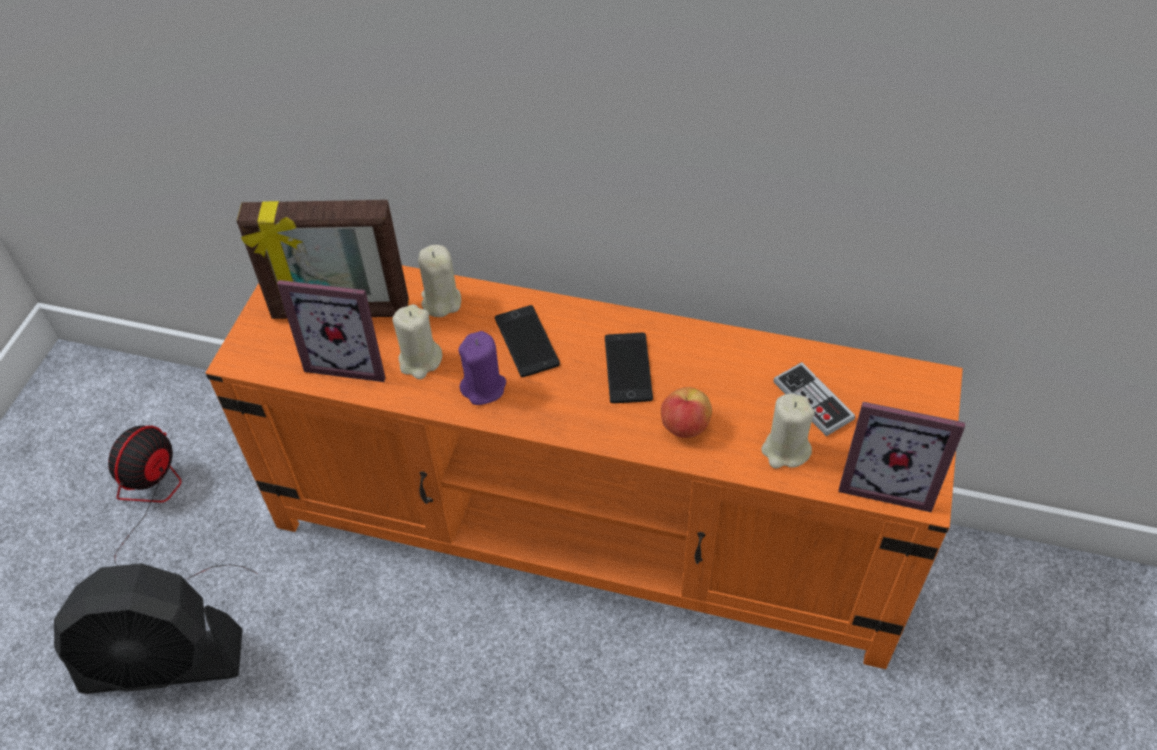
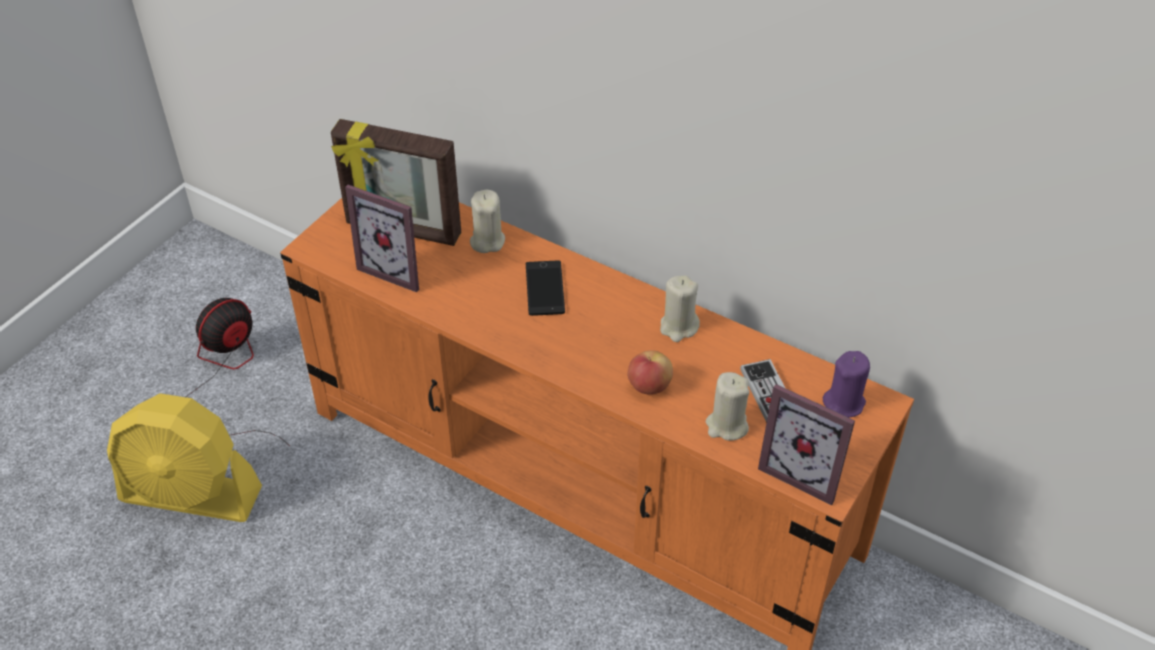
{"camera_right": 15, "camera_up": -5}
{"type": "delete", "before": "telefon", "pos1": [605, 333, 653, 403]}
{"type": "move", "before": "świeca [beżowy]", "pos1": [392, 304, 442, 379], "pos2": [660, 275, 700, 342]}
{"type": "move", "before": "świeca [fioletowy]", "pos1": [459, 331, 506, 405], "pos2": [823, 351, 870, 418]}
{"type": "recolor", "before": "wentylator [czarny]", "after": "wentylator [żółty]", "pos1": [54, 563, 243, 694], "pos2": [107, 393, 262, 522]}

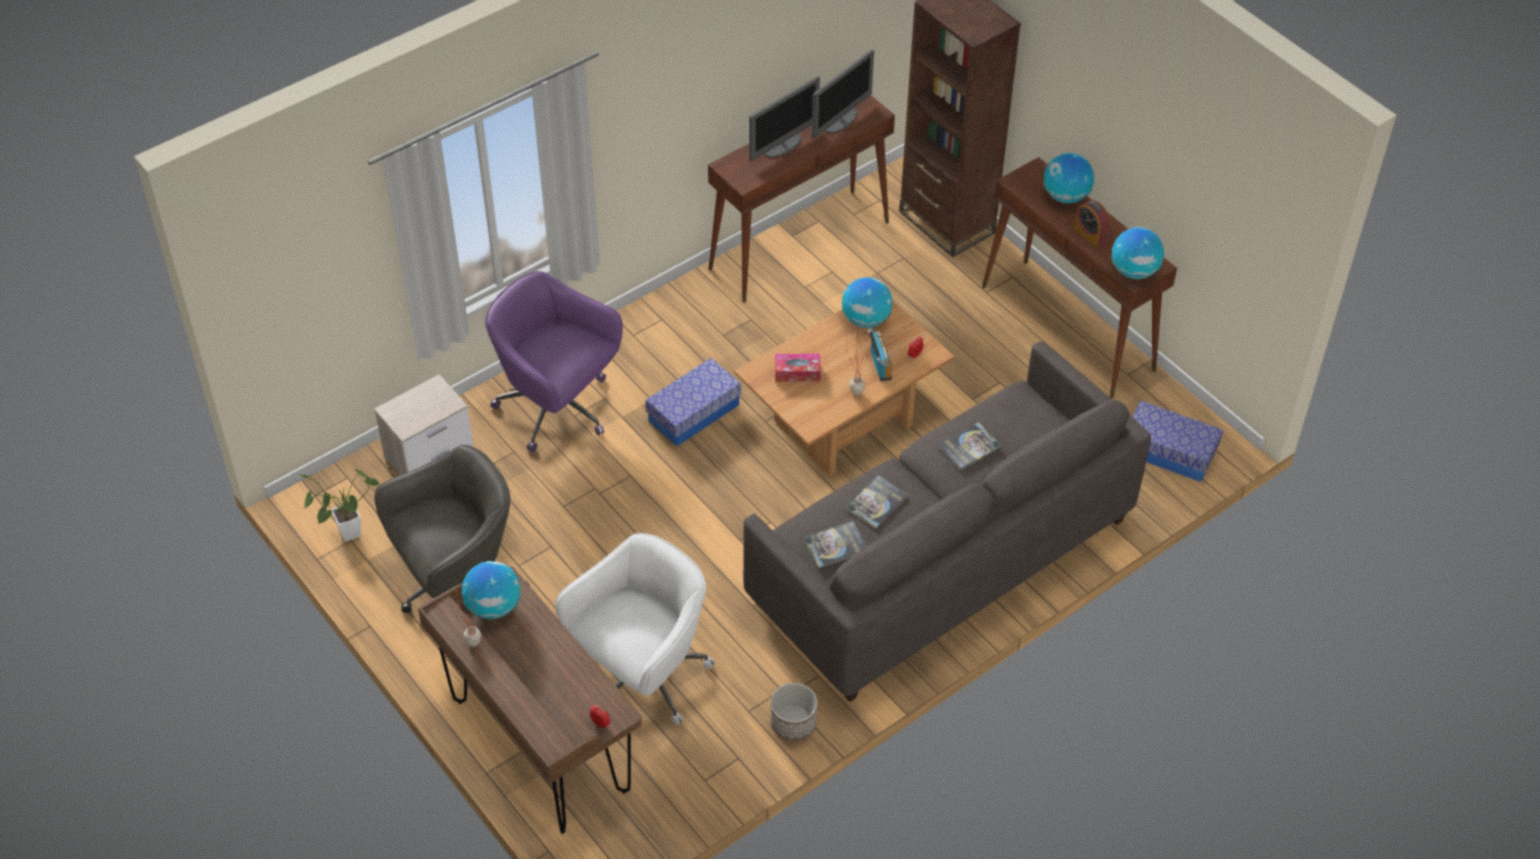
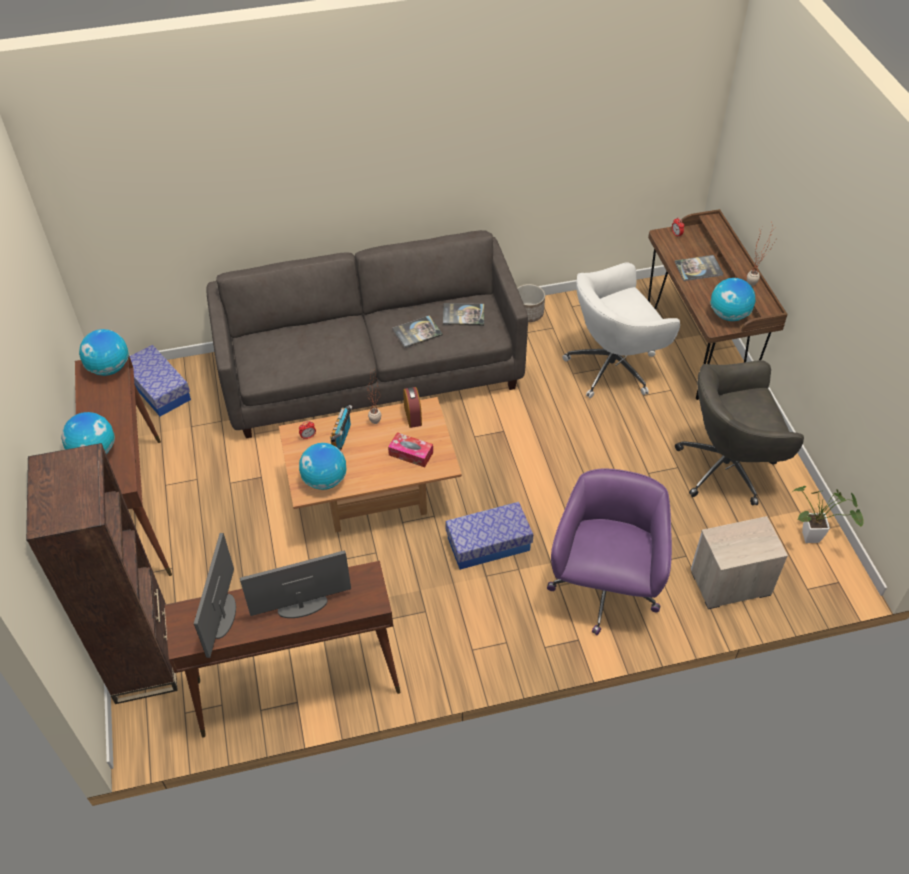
{"camera_right": -155, "camera_up": 0}
{"type": "move", "before": "książka", "pos1": [937, 422, 1003, 470], "pos2": [674, 255, 724, 281]}
{"type": "move", "before": "budzik", "pos1": [1074, 200, 1110, 247], "pos2": [403, 387, 422, 428]}
{"type": "rotate", "before": "krzesło biurowe [fioletowy]", "pos1": [485, 271, 623, 452], "pos2": [547, 468, 672, 635], "turn": -135}
{"type": "rotate", "before": "monitor", "pos1": [812, 49, 874, 138], "pos2": [194, 533, 236, 658], "turn": -60}

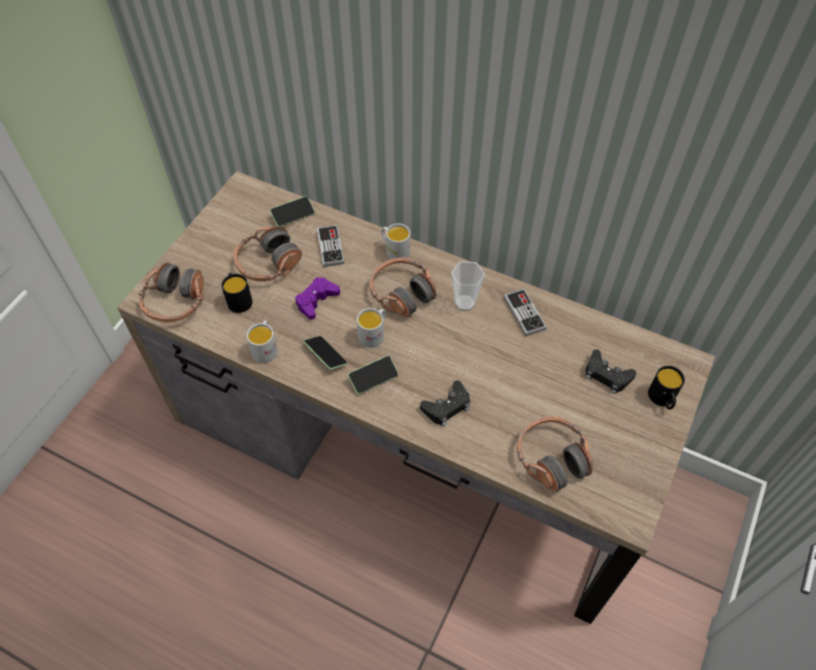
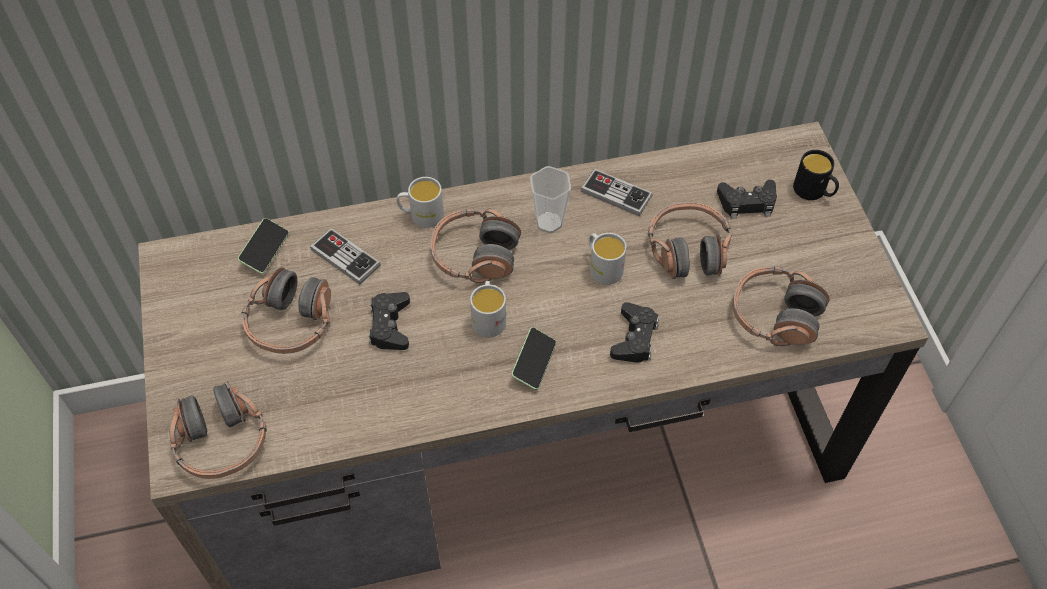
{"camera_right": -40, "camera_up": 0}
{"type": "delete", "before": "kubek [czarny]", "pos1": [222, 273, 252, 313]}
{"type": "delete", "before": "telefon", "pos1": [303, 336, 347, 369]}
{"type": "insert", "after": "słuchawki", "pos2": [648, 202, 732, 279]}
{"type": "move", "before": "kubek [biały]", "pos1": [247, 321, 278, 363], "pos2": [589, 233, 627, 285]}
{"type": "recolor", "before": "pad do gier [fioletowy]", "after": "pad do gier [czarny]", "pos1": [295, 277, 340, 320], "pos2": [369, 292, 410, 350]}

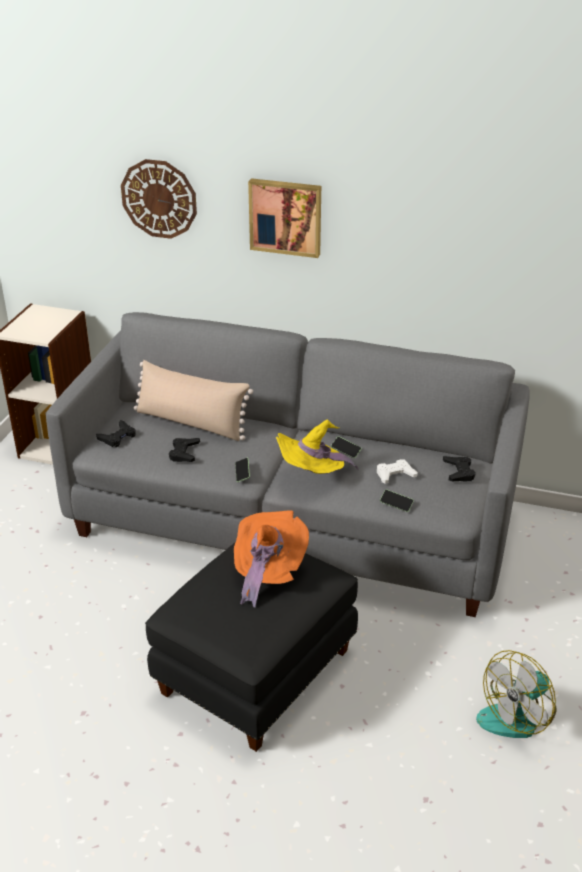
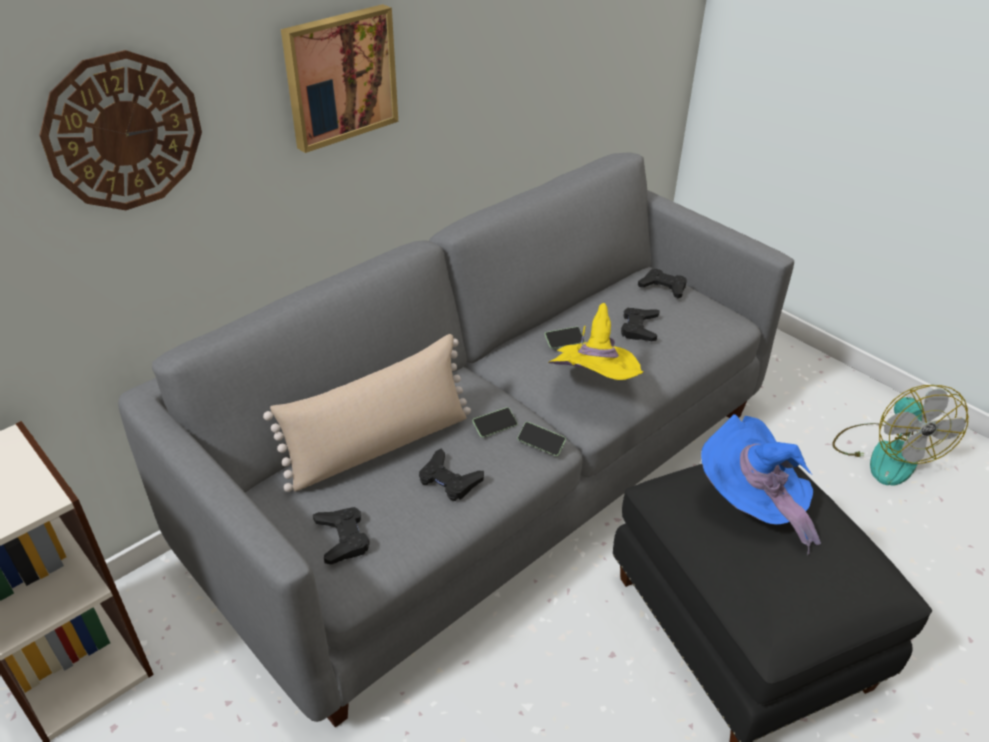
{"camera_right": -60, "camera_up": 5}
{"type": "move", "before": "telefon", "pos1": [380, 489, 414, 512], "pos2": [472, 407, 518, 437]}
{"type": "recolor", "before": "kapelusz [pomarańczowy]", "after": "kapelusz [niebieski]", "pos1": [234, 511, 309, 608], "pos2": [701, 414, 821, 555]}
{"type": "recolor", "before": "pad do gier [biały]", "after": "pad do gier [czarny]", "pos1": [377, 459, 418, 484], "pos2": [621, 308, 660, 341]}

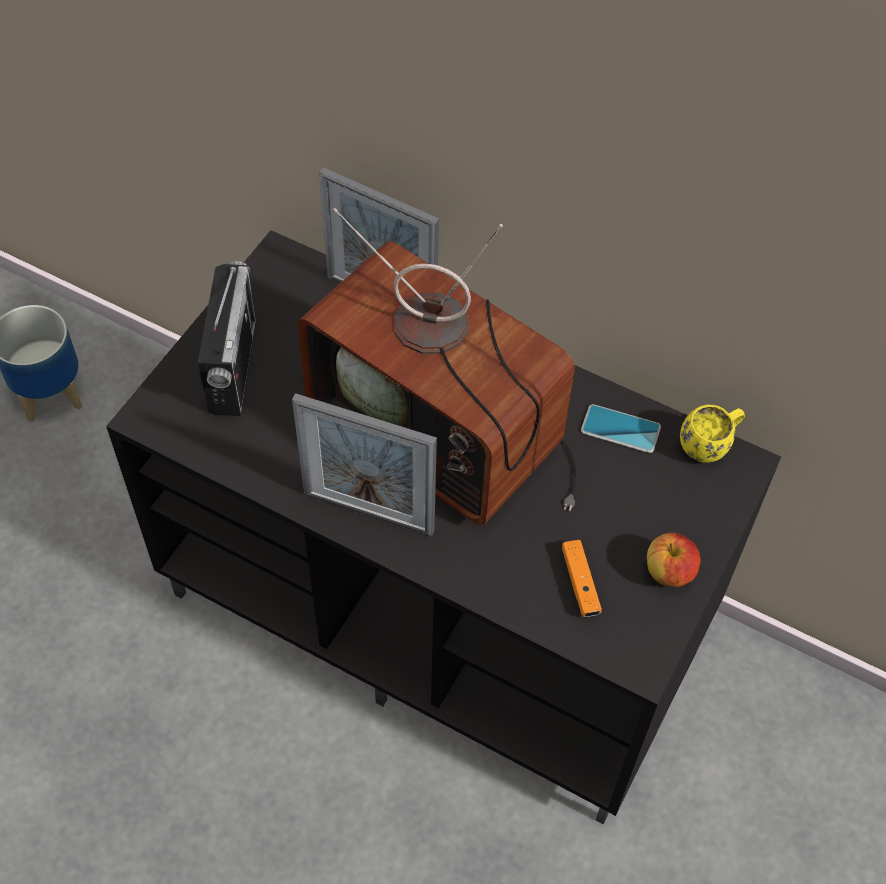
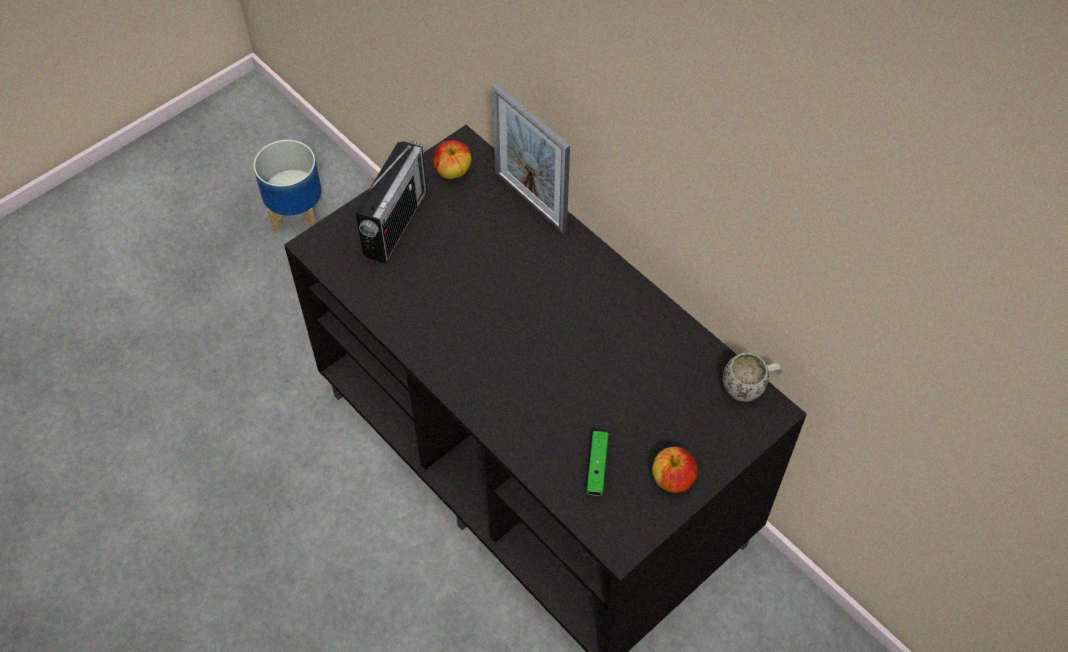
{"camera_right": 20, "camera_up": 0}
{"type": "delete", "before": "ramka na zdjęcie", "pos1": [292, 393, 437, 536]}
{"type": "delete", "before": "telewizor", "pos1": [297, 208, 576, 525]}
{"type": "delete", "before": "telefon", "pos1": [581, 404, 661, 453]}
{"type": "insert", "after": "jabłko", "pos2": [433, 140, 472, 179]}
{"type": "recolor", "before": "pad do gier [pomarańczowy]", "after": "pad do gier [zielony]", "pos1": [562, 540, 602, 617], "pos2": [586, 431, 608, 496]}
{"type": "recolor", "before": "kubek [żółty]", "after": "kubek [biały]", "pos1": [680, 405, 745, 463], "pos2": [723, 353, 783, 402]}

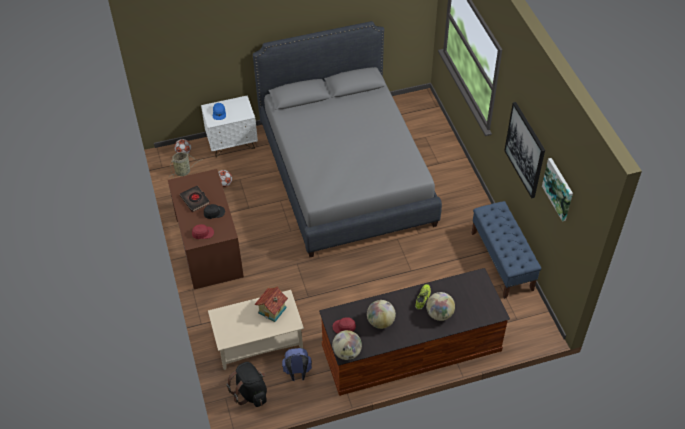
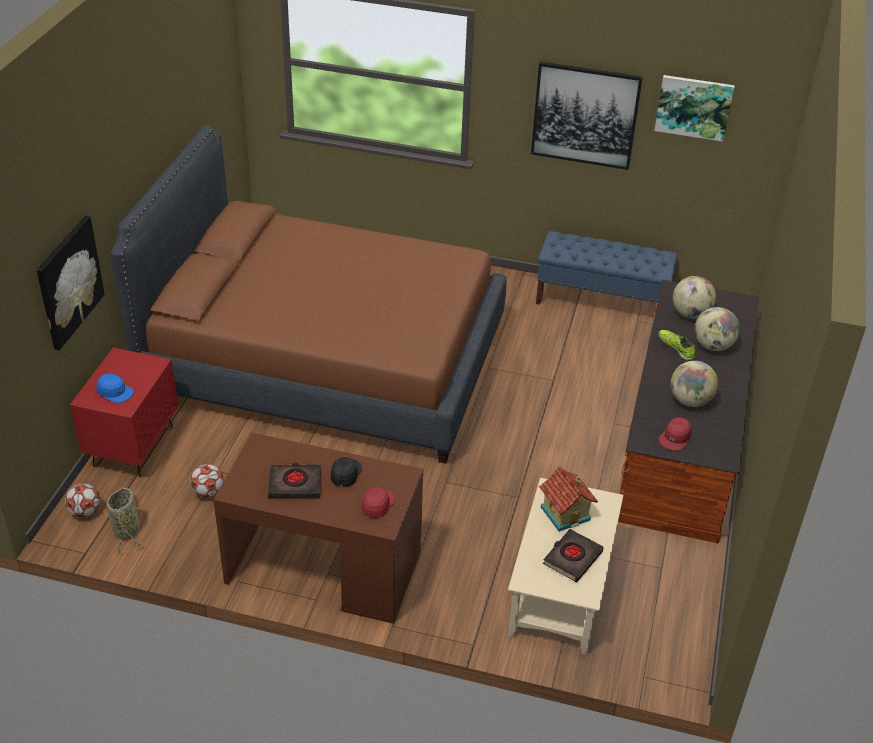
{"camera_right": -60, "camera_up": -10}
{"type": "delete", "before": "plecak [czarny]", "pos1": [227, 362, 267, 407]}
{"type": "delete", "before": "plecak [niebieski]", "pos1": [282, 348, 312, 381]}
{"type": "insert", "after": "obraz", "pos2": [36, 216, 105, 350]}
{"type": "insert", "after": "książka [czarny]", "pos2": [543, 529, 604, 582]}
{"type": "move", "before": "globus", "pos1": [332, 330, 362, 360], "pos2": [673, 276, 716, 318]}
{"type": "recolor", "before": "szafka nocna [biały]", "after": "szafka nocna [czerwony]", "pos1": [201, 95, 258, 157], "pos2": [70, 348, 178, 477]}
{"type": "recolor", "before": "łóżko [szary]", "after": "łóżko [brązowy]", "pos1": [253, 21, 442, 257], "pos2": [111, 125, 507, 464]}

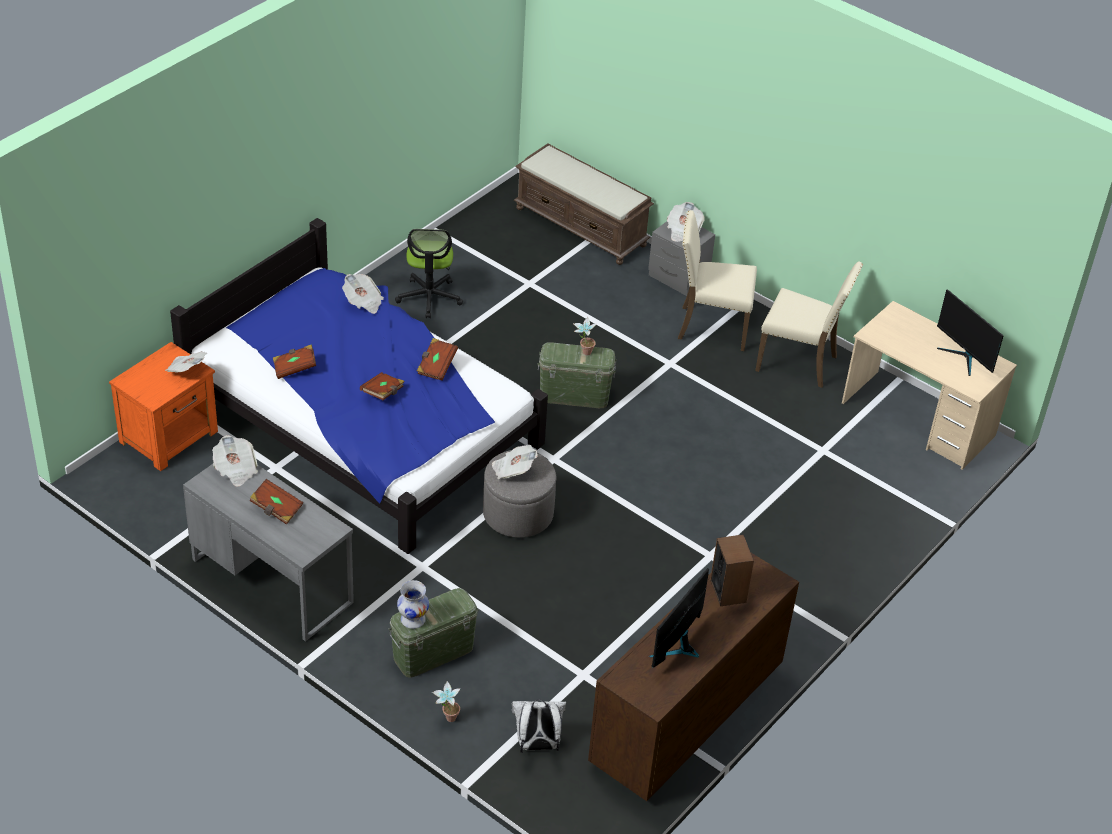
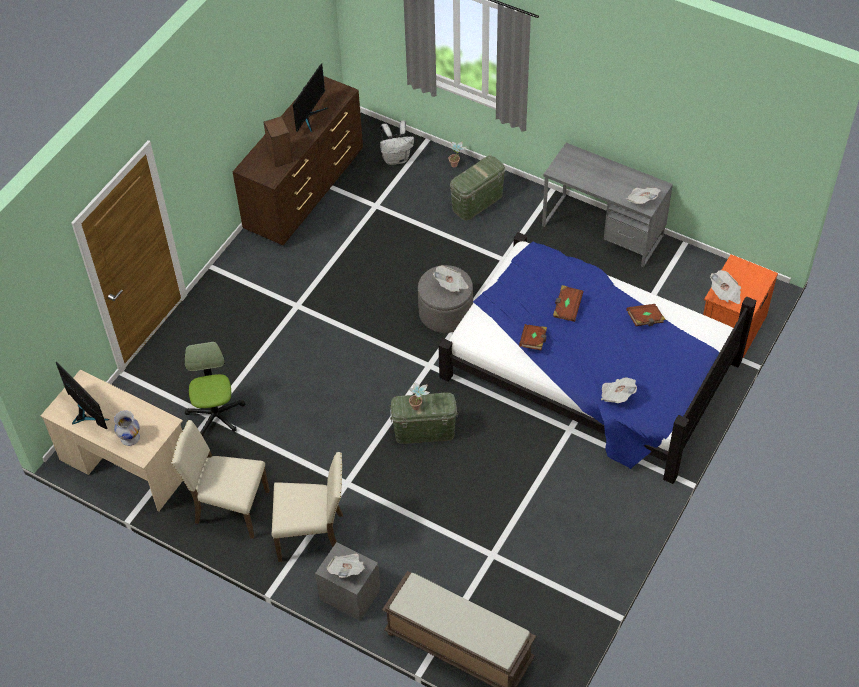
{"camera_right": 175, "camera_up": 10}
{"type": "delete", "before": "książka [brązowy]", "pos1": [249, 479, 303, 525]}
{"type": "move", "before": "krzesło biurowe", "pos1": [395, 229, 463, 318], "pos2": [184, 342, 246, 436]}
{"type": "move", "before": "wazon [biały]", "pos1": [397, 580, 429, 629], "pos2": [114, 410, 140, 446]}

